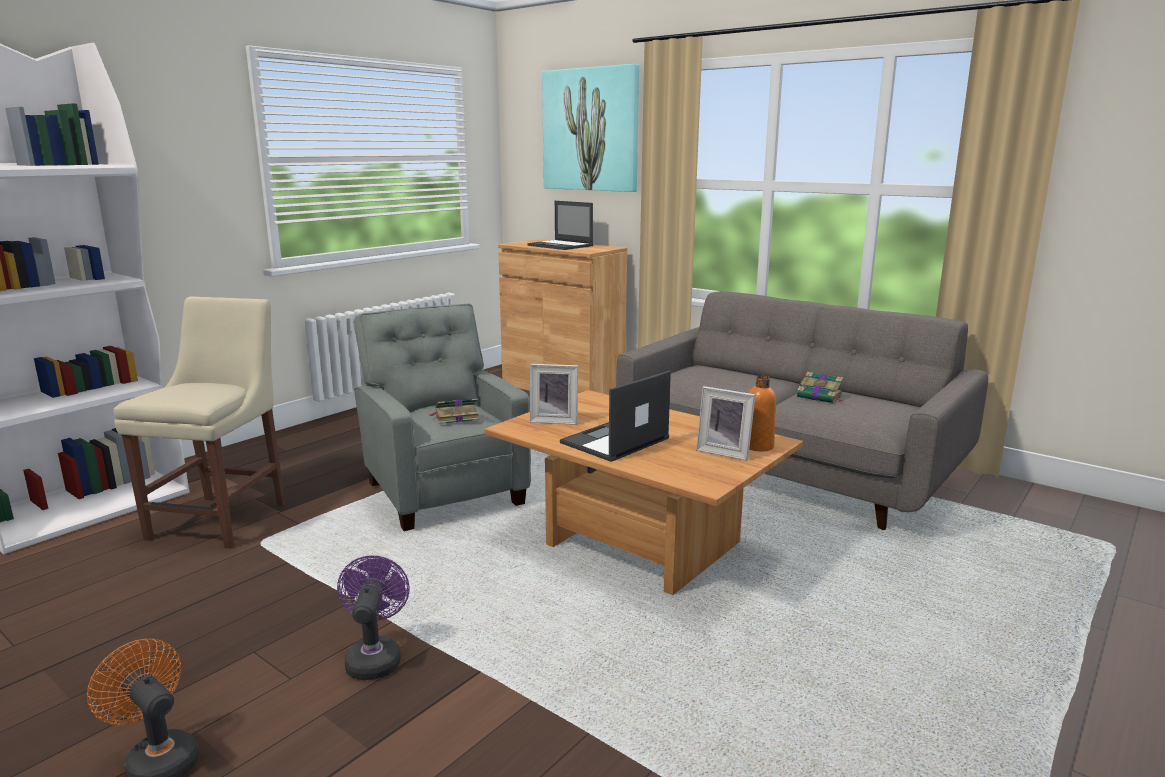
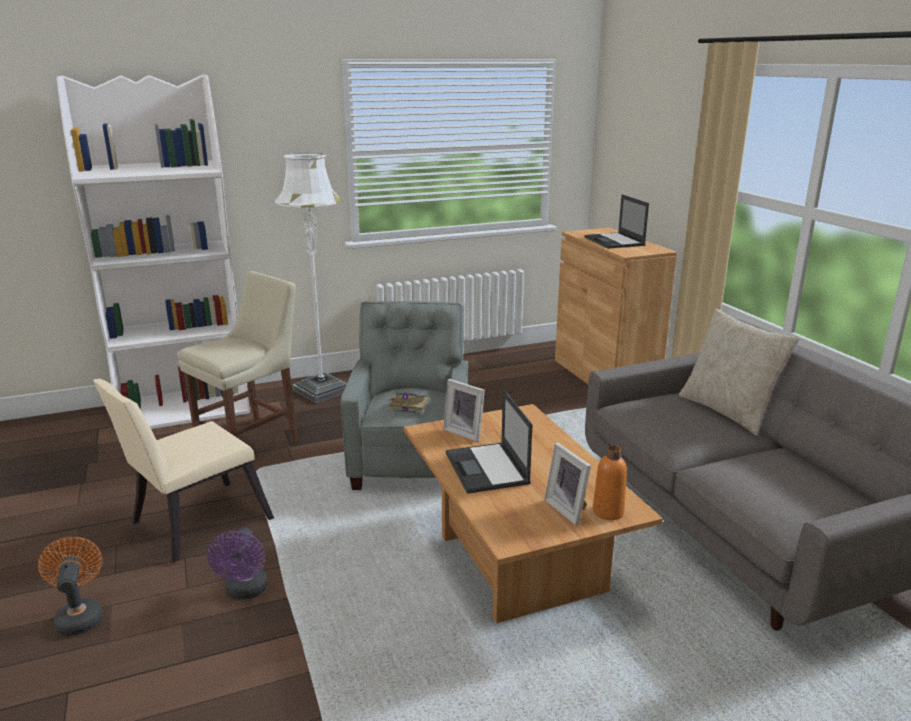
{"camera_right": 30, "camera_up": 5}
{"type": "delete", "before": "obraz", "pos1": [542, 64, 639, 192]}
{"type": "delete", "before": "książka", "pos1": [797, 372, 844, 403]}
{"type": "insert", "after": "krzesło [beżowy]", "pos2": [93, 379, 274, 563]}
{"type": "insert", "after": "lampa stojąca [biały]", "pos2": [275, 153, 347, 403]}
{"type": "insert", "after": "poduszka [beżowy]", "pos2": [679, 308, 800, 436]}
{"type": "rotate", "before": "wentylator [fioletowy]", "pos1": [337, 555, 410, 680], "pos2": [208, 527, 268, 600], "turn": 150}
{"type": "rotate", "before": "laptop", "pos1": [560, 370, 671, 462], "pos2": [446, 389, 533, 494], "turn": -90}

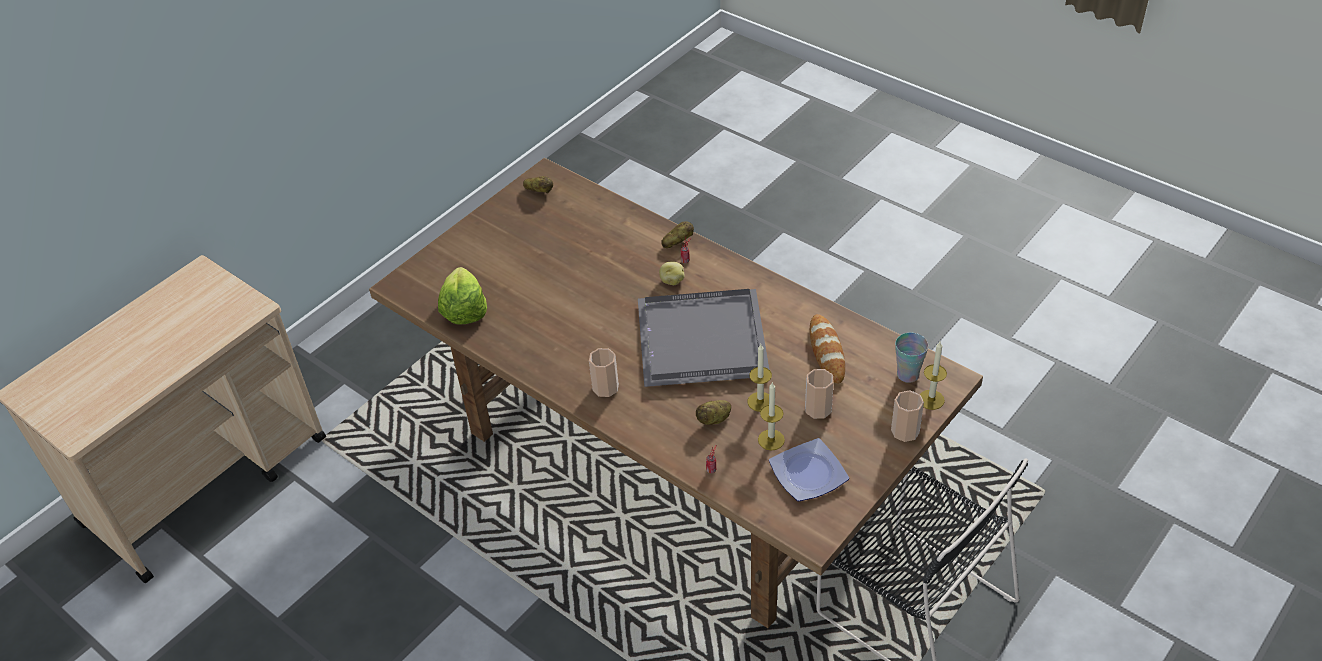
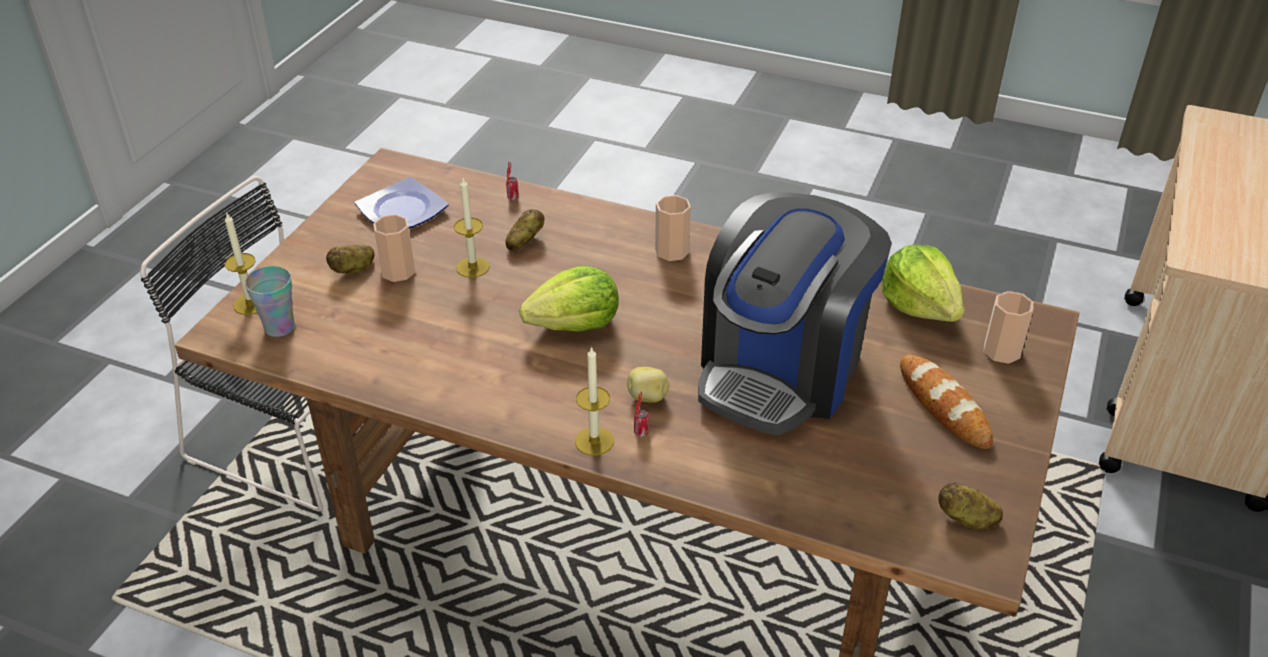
{"camera_right": 160, "camera_up": -5}
{"type": "insert", "after": "ekspres do kawy", "pos2": [698, 193, 892, 435]}
{"type": "move", "before": "ziemniak", "pos1": [661, 221, 694, 248], "pos2": [326, 245, 374, 273]}
{"type": "move", "before": "świeca", "pos1": [758, 383, 785, 450], "pos2": [575, 346, 614, 456]}
{"type": "move", "before": "chleb", "pos1": [810, 314, 845, 384], "pos2": [900, 355, 993, 449]}
{"type": "move", "before": "filiżanka", "pos1": [891, 390, 924, 442], "pos2": [984, 291, 1034, 364]}
{"type": "replace", "before": "taca [szary]", "after": "sałata", "pos1": [638, 289, 769, 387], "pos2": [519, 265, 619, 332]}

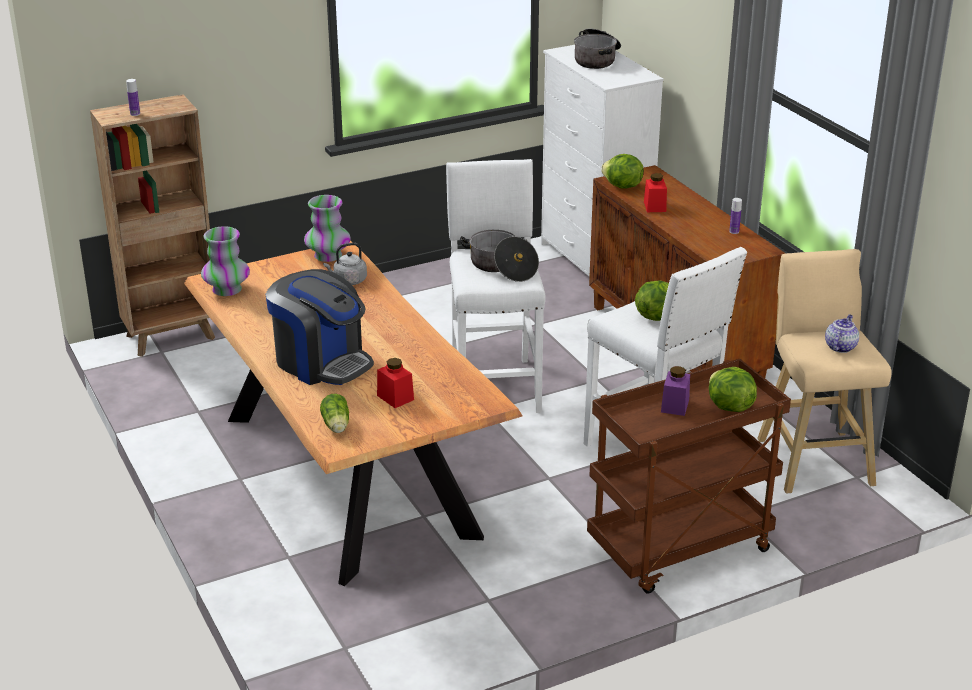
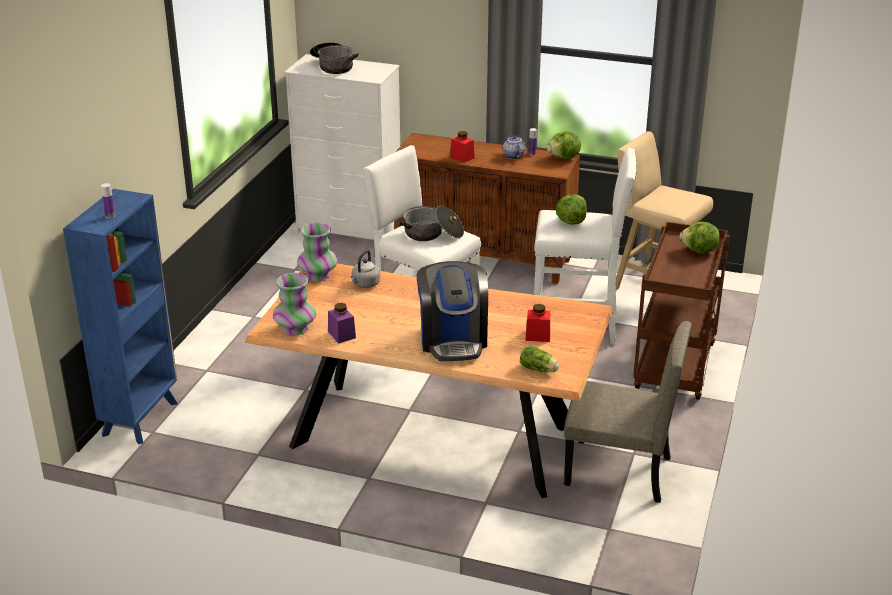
{"camera_right": -45, "camera_up": 0}
{"type": "insert", "after": "krzesło [beżowy]", "pos2": [564, 321, 692, 503]}
{"type": "move", "before": "sałata", "pos1": [601, 154, 644, 189], "pos2": [547, 131, 581, 159]}
{"type": "move", "before": "słoik [fioletowy]", "pos1": [661, 366, 690, 416], "pos2": [328, 303, 356, 343]}
{"type": "move", "before": "imbryk", "pos1": [825, 315, 859, 353], "pos2": [503, 134, 526, 159]}
{"type": "recolor", "before": "regał [brązowy]", "after": "regał [niebieski]", "pos1": [90, 94, 215, 357], "pos2": [63, 189, 177, 445]}
{"type": "rotate", "before": "ekspres do kawy", "pos1": [266, 269, 374, 385], "pos2": [416, 261, 488, 361], "turn": 90}

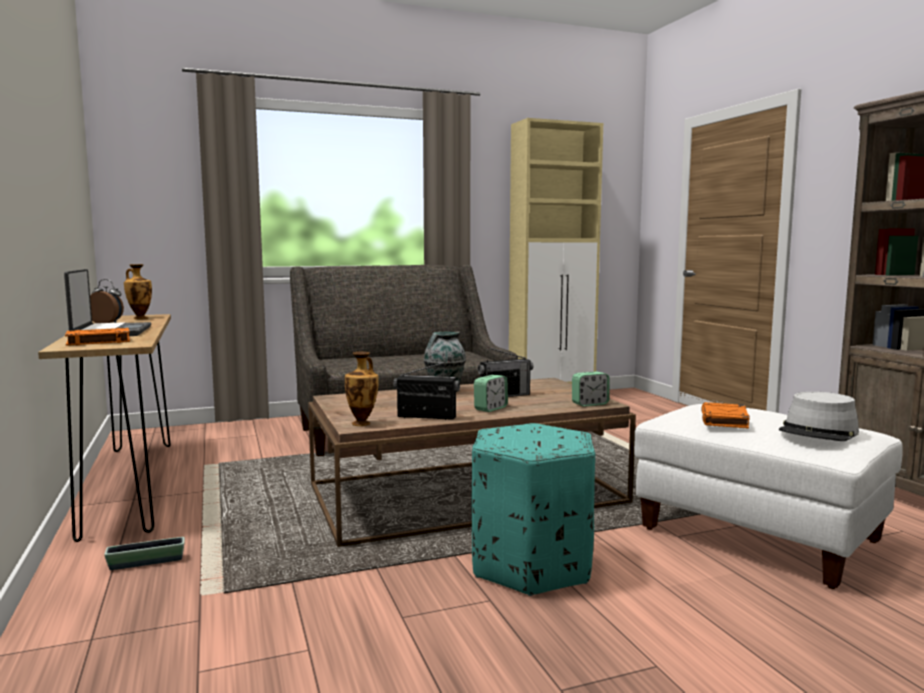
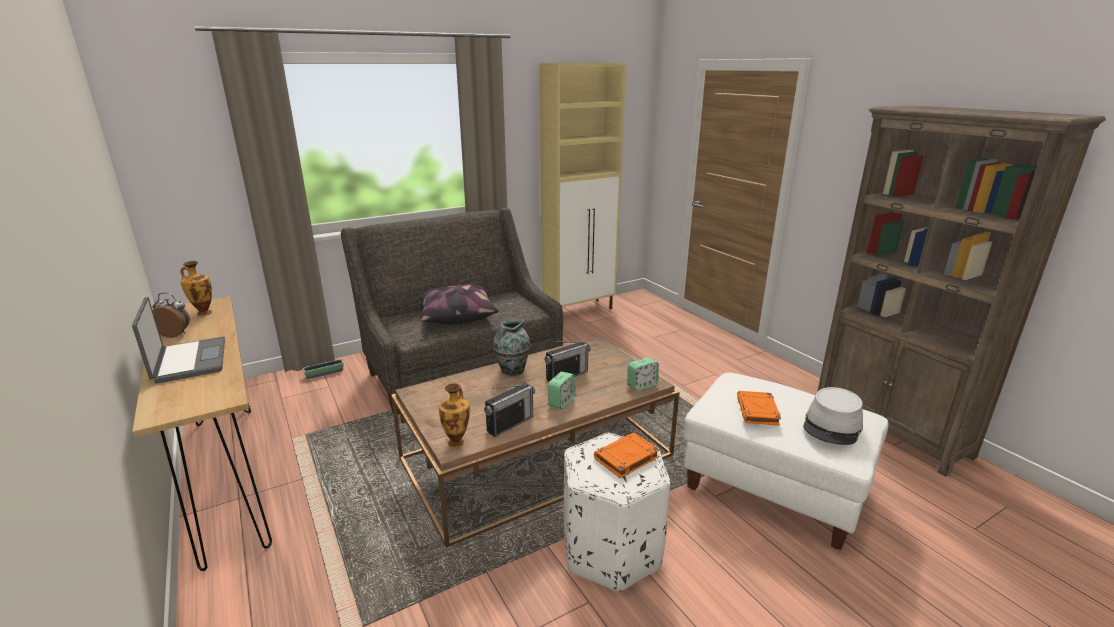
{"camera_right": -10, "camera_up": 15}
{"type": "insert", "after": "poduszka", "pos2": [419, 284, 499, 324]}
{"type": "move", "before": "książka [pomarańczowy]", "pos1": [65, 328, 130, 346], "pos2": [594, 432, 660, 478]}
{"type": "move", "before": "donica", "pos1": [104, 537, 185, 570], "pos2": [303, 359, 344, 379]}
{"type": "recolor", "before": "pufa [turkusowy]", "after": "pufa [biały]", "pos1": [472, 423, 595, 596], "pos2": [564, 433, 671, 592]}
{"type": "rotate", "before": "radio", "pos1": [393, 361, 460, 420], "pos2": [484, 383, 535, 437], "turn": 135}

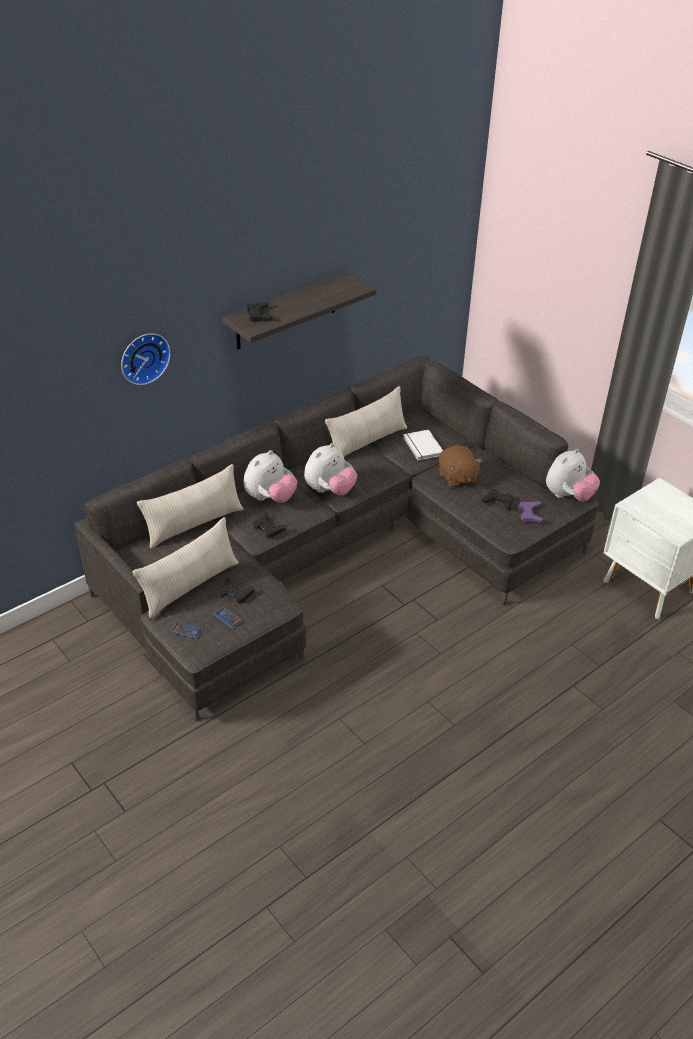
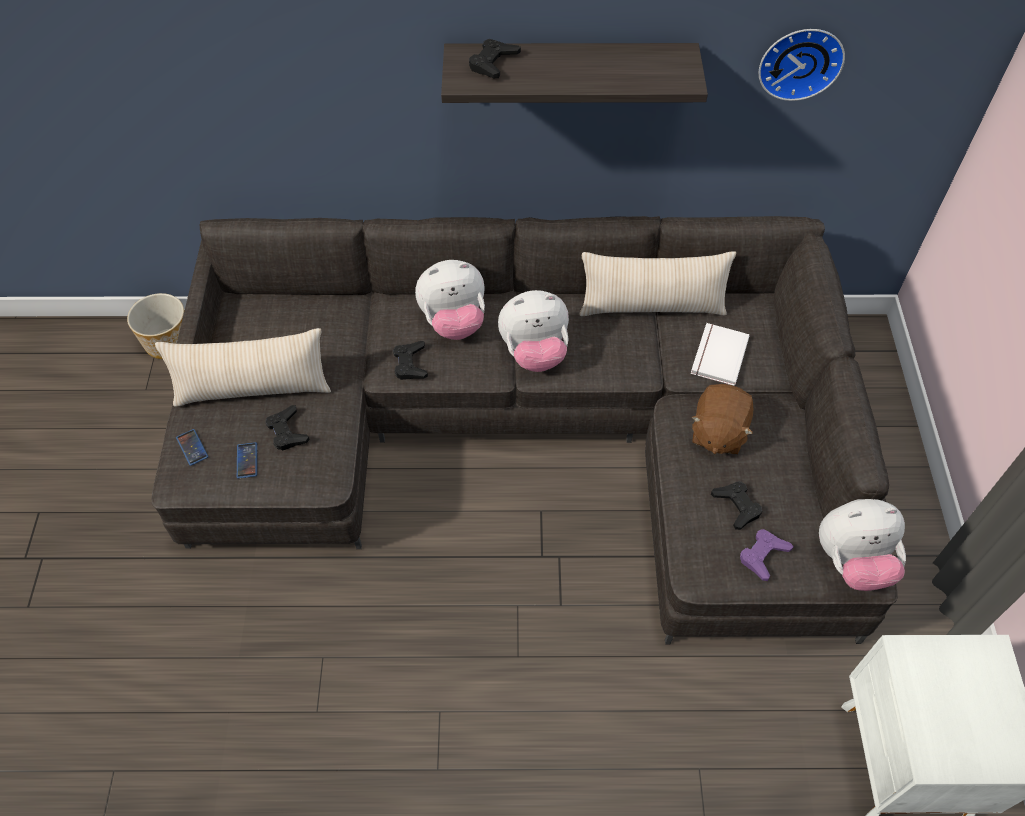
{"camera_right": 40, "camera_up": 15}
{"type": "delete", "before": "poduszka [beżowy]", "pos1": [137, 464, 243, 549]}
{"type": "insert", "after": "donica", "pos2": [127, 293, 185, 359]}
{"type": "move", "before": "zegar ścienny", "pos1": [121, 333, 171, 385], "pos2": [758, 29, 845, 101]}

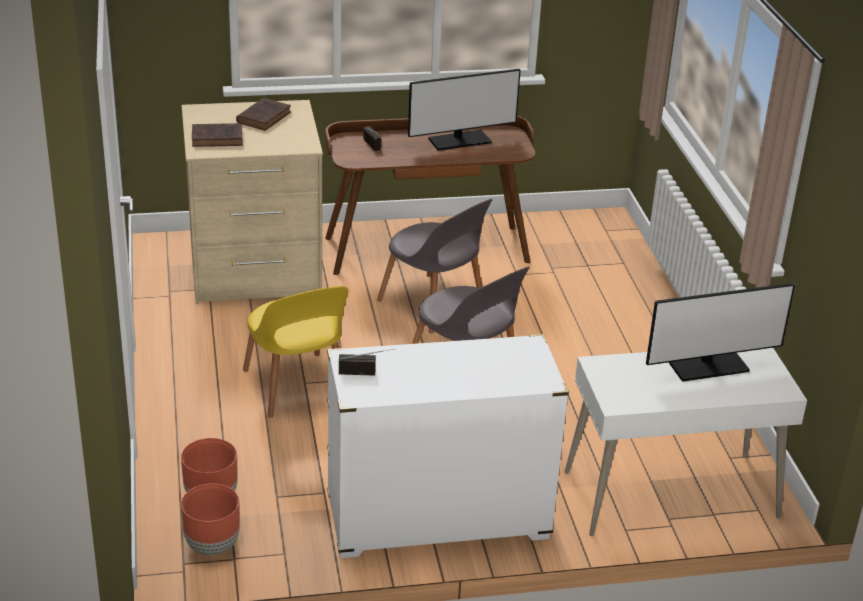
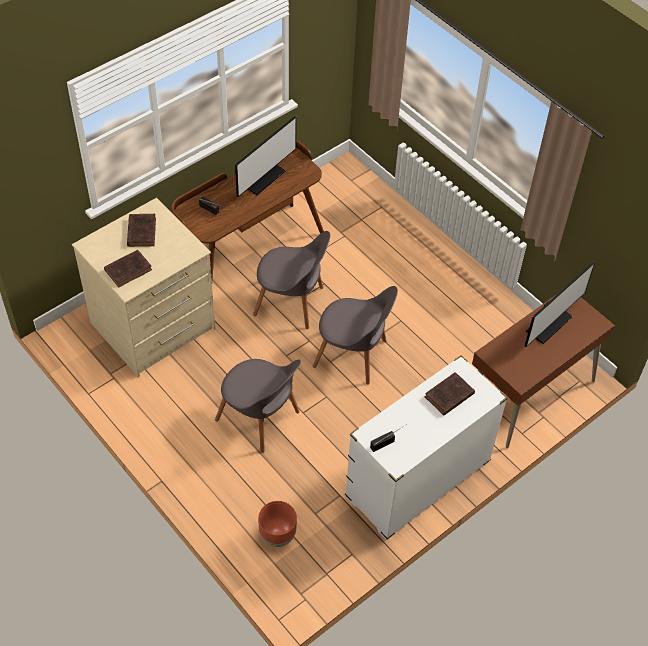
{"camera_right": -30, "camera_up": 20}
{"type": "delete", "before": "donica [brązowy]", "pos1": [181, 484, 240, 555]}
{"type": "insert", "after": "książka [brązowy]", "pos2": [425, 372, 475, 415]}
{"type": "recolor", "before": "krzesło [żółty]", "after": "krzesło [szary]", "pos1": [243, 286, 349, 418], "pos2": [215, 359, 301, 453]}
{"type": "recolor", "before": "biurko [biały]", "after": "biurko [brązowy]", "pos1": [565, 348, 807, 536], "pos2": [472, 294, 615, 448]}

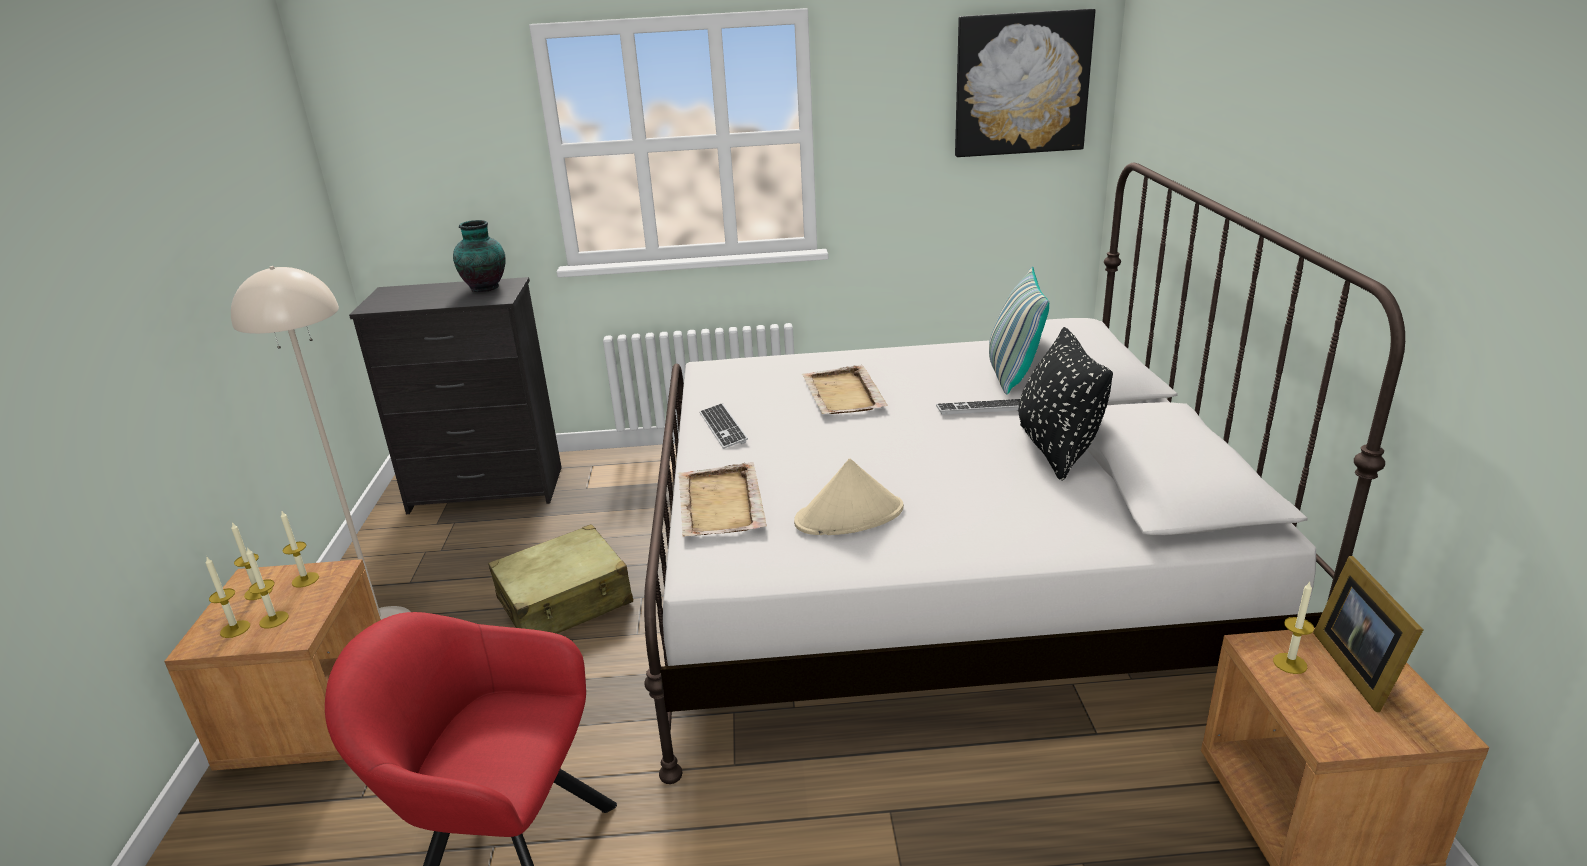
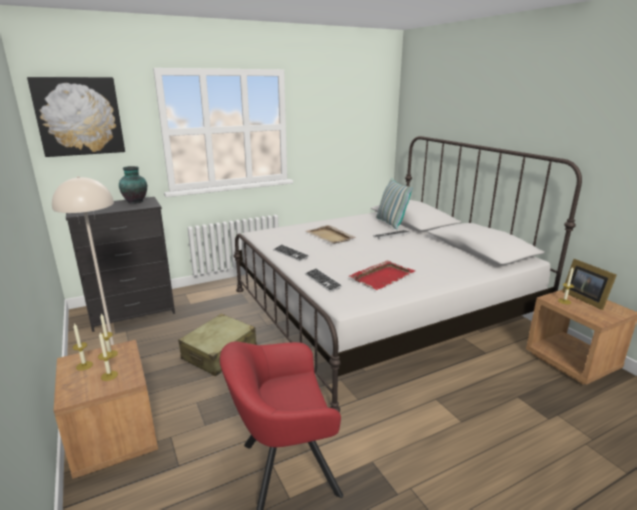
{"camera_right": -25, "camera_up": -5}
{"type": "delete", "before": "świeca", "pos1": [206, 557, 250, 638]}
{"type": "delete", "before": "poduszka [czarny]", "pos1": [1019, 327, 1113, 480]}
{"type": "move", "before": "obraz", "pos1": [955, 9, 1095, 157], "pos2": [27, 77, 125, 157]}
{"type": "replace", "before": "taca [beżowy]", "after": "klawiatura", "pos1": [678, 462, 767, 537], "pos2": [305, 268, 342, 292]}
{"type": "replace", "before": "kapelusz [beżowy]", "after": "taca [czerwony]", "pos1": [794, 459, 904, 535], "pos2": [349, 260, 415, 290]}

